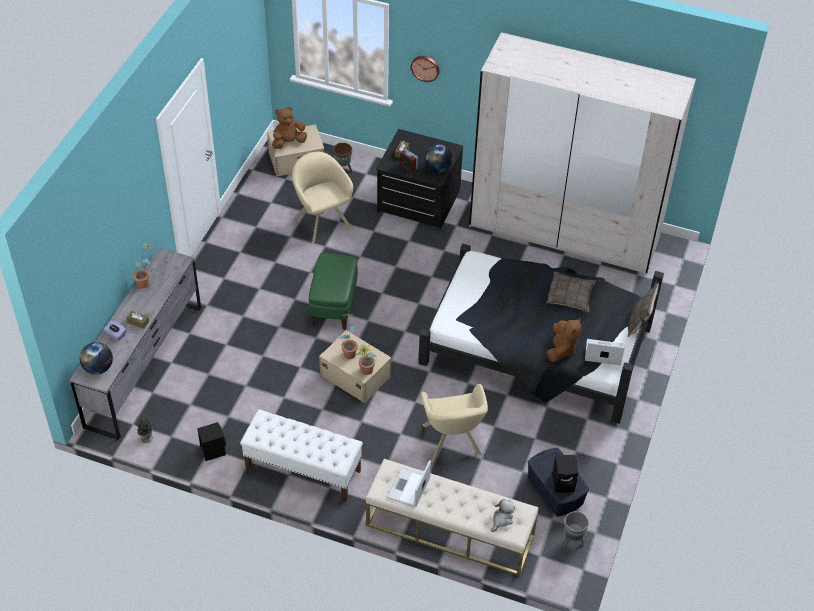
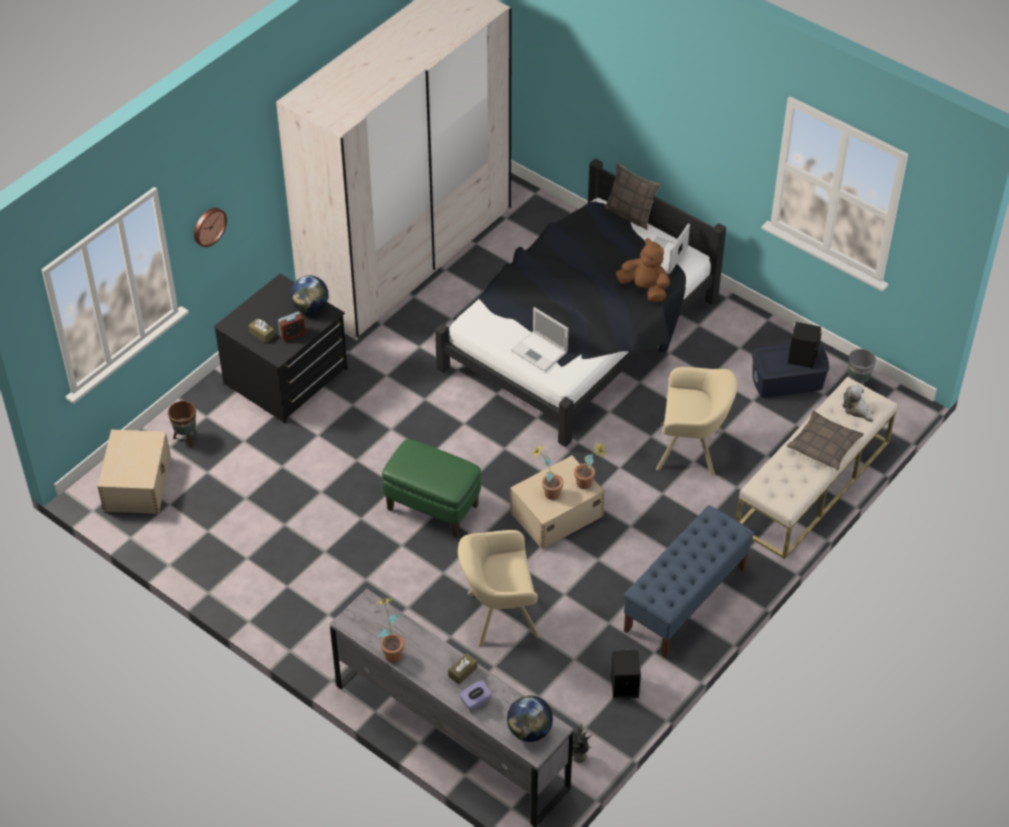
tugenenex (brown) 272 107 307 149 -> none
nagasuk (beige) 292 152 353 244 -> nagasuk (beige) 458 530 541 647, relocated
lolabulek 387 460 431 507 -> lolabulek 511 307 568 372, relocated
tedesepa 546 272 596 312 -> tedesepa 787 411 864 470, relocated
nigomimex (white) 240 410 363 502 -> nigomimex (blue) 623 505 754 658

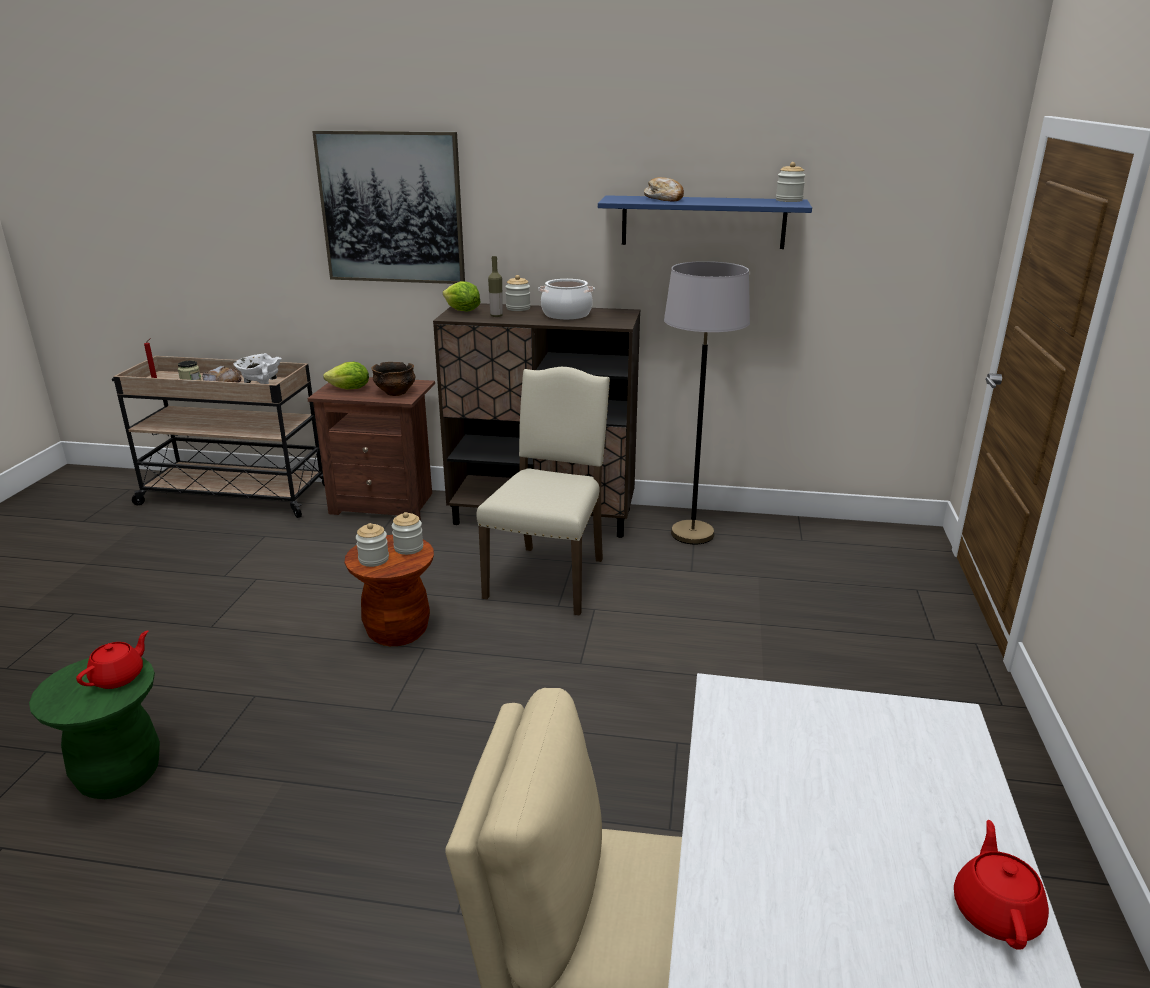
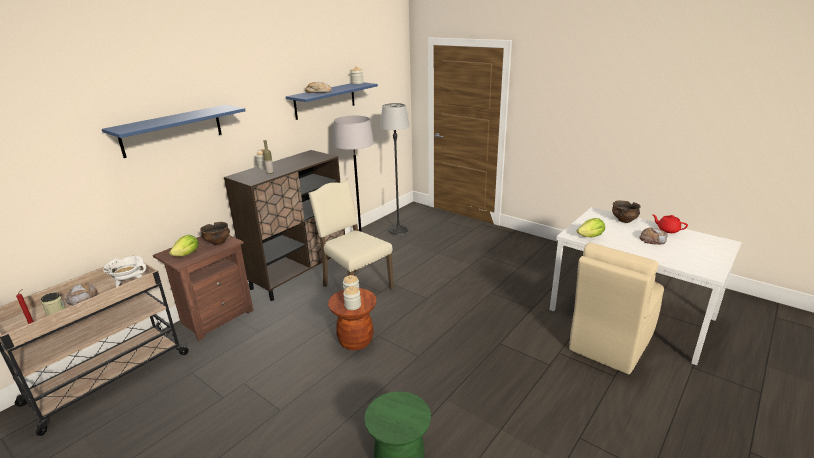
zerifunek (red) 76 630 148 689 -> none
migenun 539 279 595 320 -> none
none -> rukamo 380 103 409 235
none -> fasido 612 201 640 223
none -> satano 639 228 667 245
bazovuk 443 281 480 311 -> bazovuk 577 218 605 237, relocated
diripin 312 131 465 284 -> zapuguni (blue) 102 105 245 158

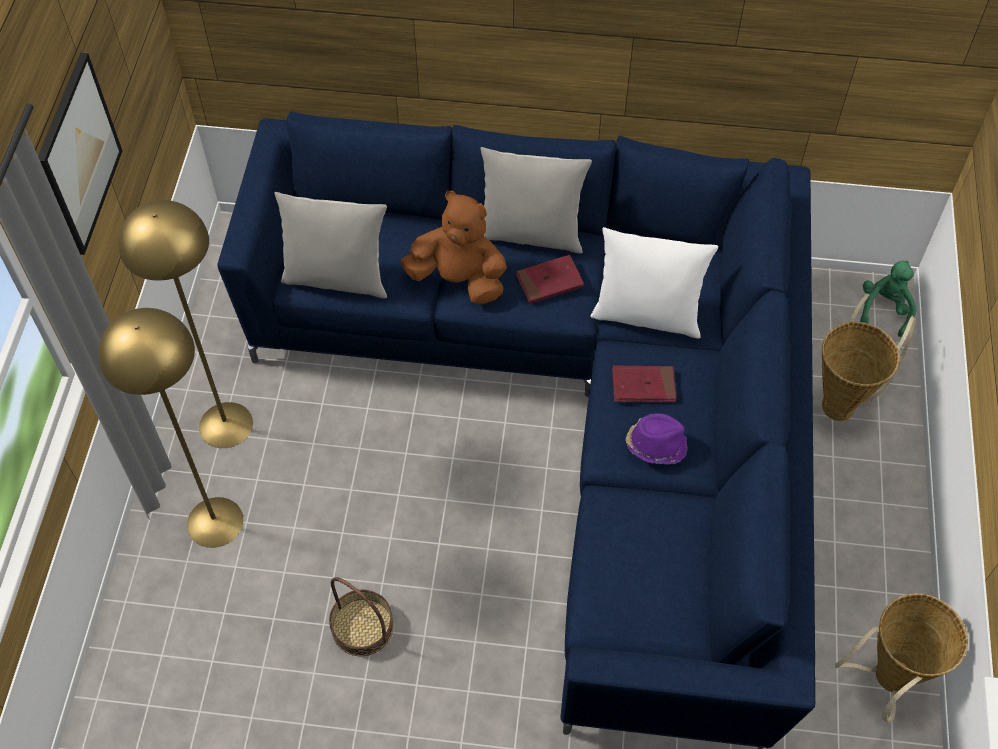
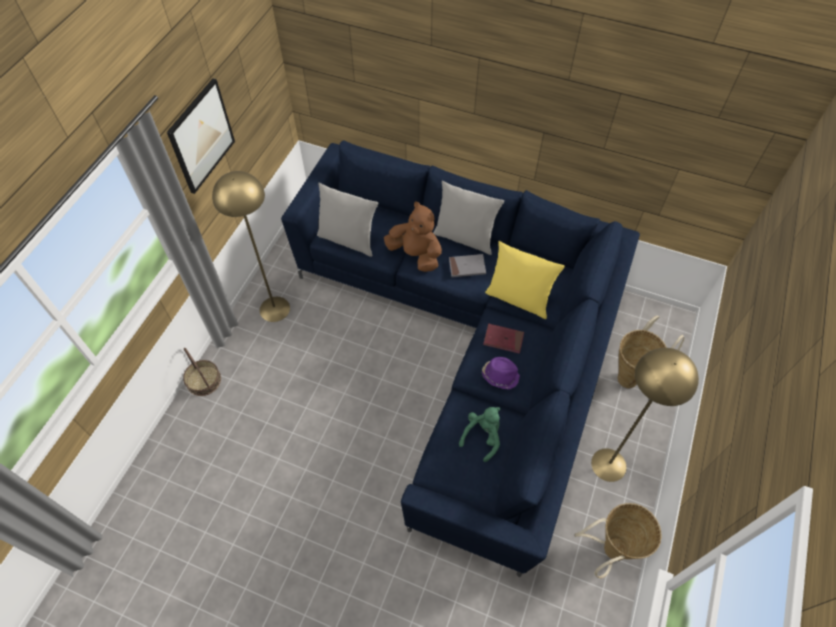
rukamo (yellow) 98 308 243 548 -> rukamo (yellow) 591 348 699 482, relocated
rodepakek 329 577 394 656 -> rodepakek 183 348 221 396, relocated
tugenenex (green) 860 260 916 337 -> tugenenex (green) 459 407 500 462, relocated
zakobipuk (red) 516 255 584 304 -> zakobipuk (grey) 449 254 486 277
tedesepa (white) 591 227 718 339 -> tedesepa (yellow) 485 241 565 319

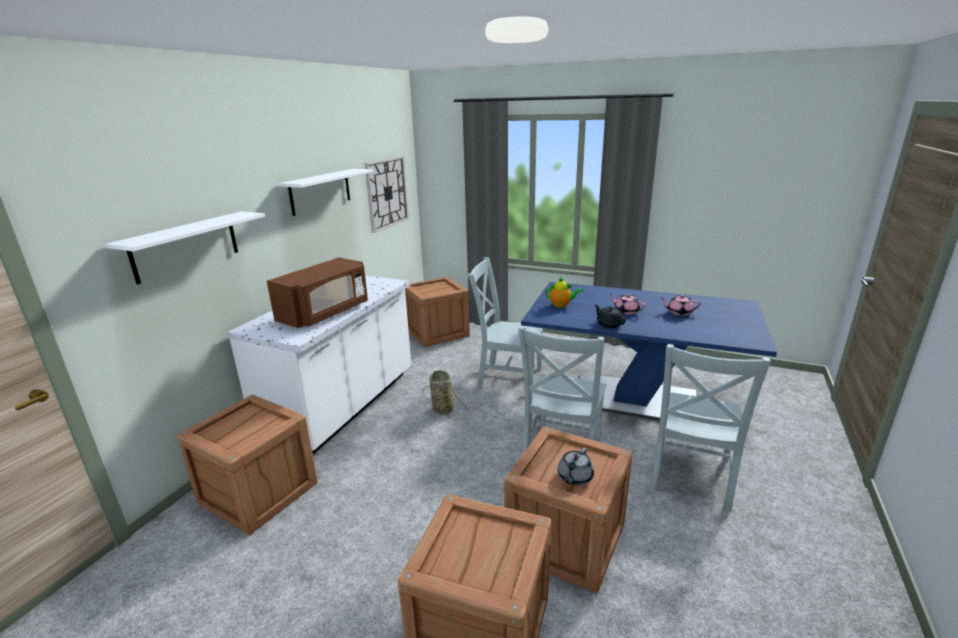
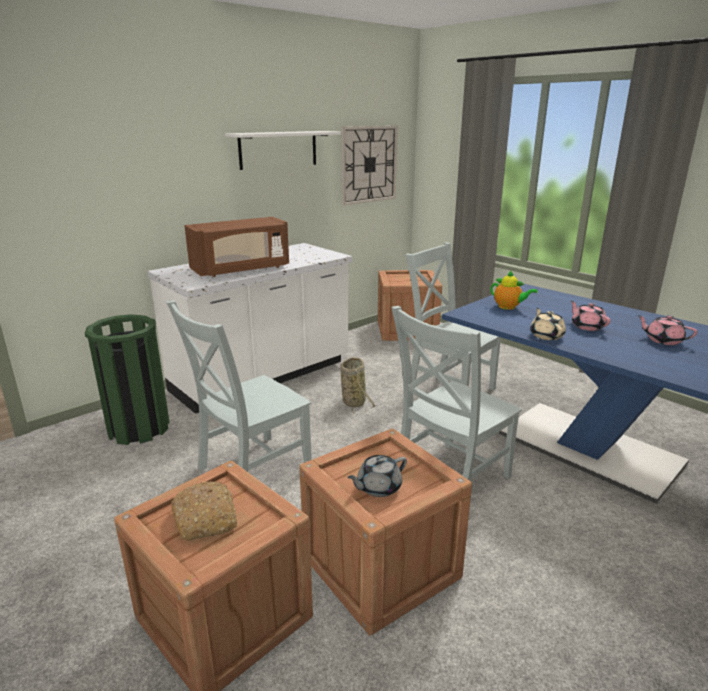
zapuguni (white) 106 211 265 284 -> none
none -> satano 171 482 237 541
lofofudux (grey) 651 344 771 510 -> lofofudux (grey) 166 300 312 472, relocated
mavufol 177 395 318 535 -> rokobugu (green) 85 314 170 445
zerifunek (black) 594 304 626 328 -> zerifunek (beige) 530 308 566 340

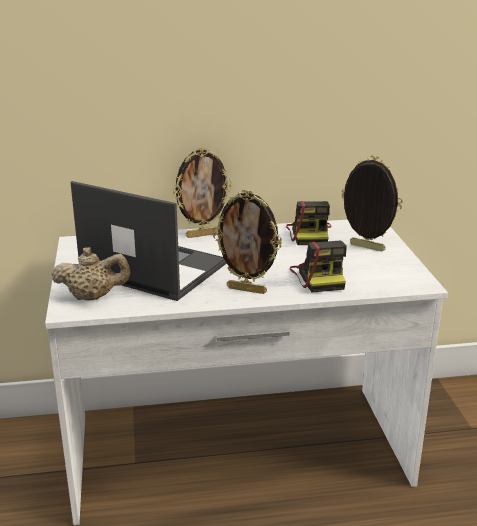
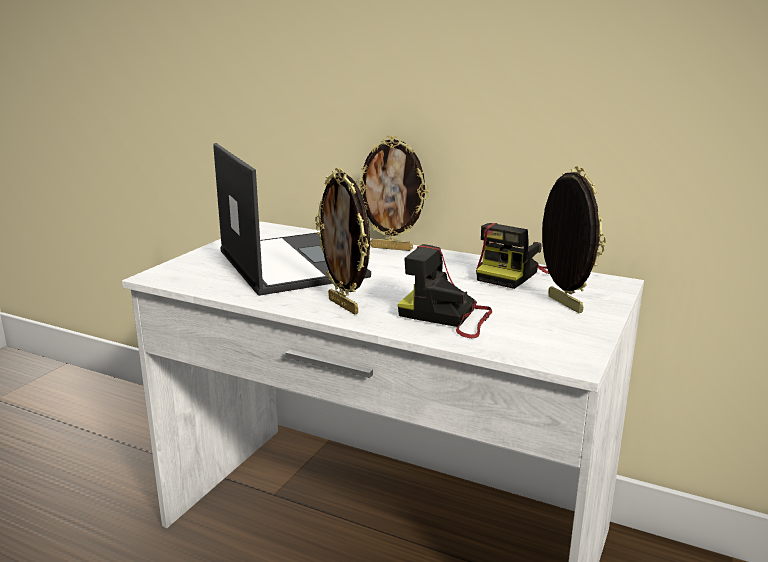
zerifunek (beige) 51 247 130 301 -> none
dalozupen 290 241 347 292 -> dalozupen 398 244 492 338, 90 degrees clockwise

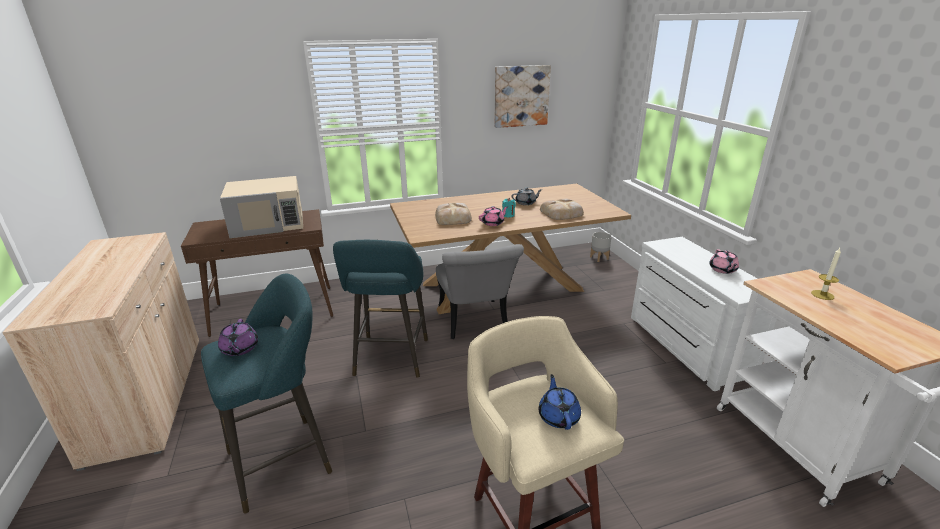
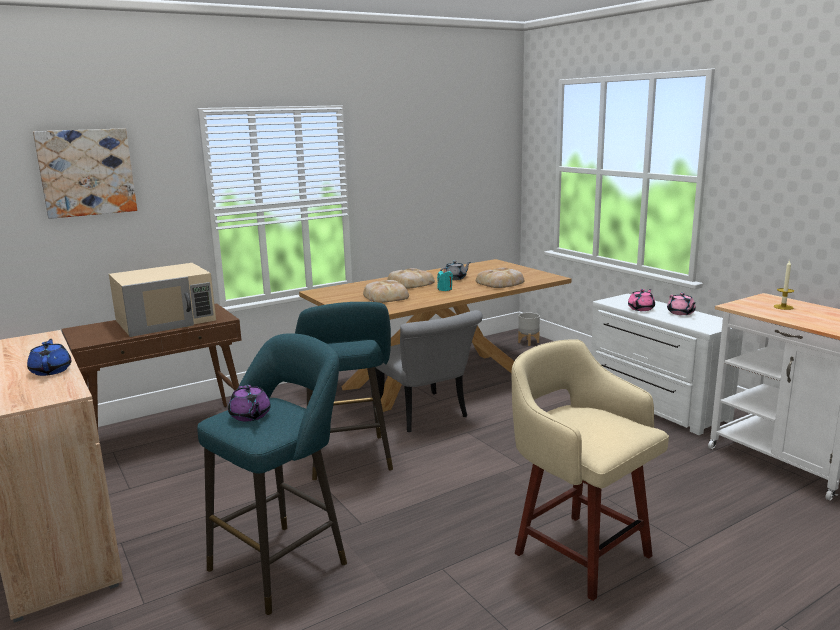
none -> satano 387 268 435 289
zerifunek (pink) 479 206 508 226 -> zerifunek (pink) 628 289 655 311, relocated
diripin 494 65 551 128 -> diripin 33 128 137 219, relocated
zerifunek (blue) 539 374 581 430 -> zerifunek (blue) 27 339 72 376, relocated

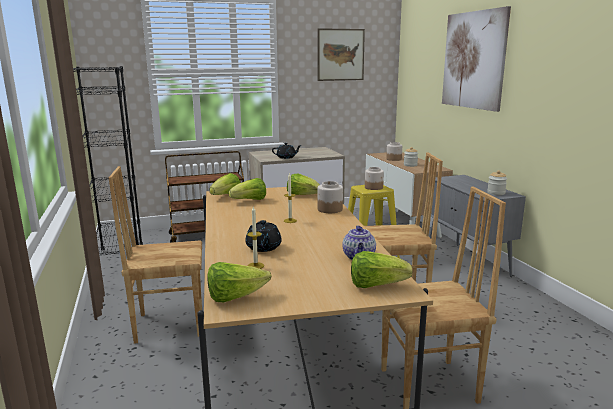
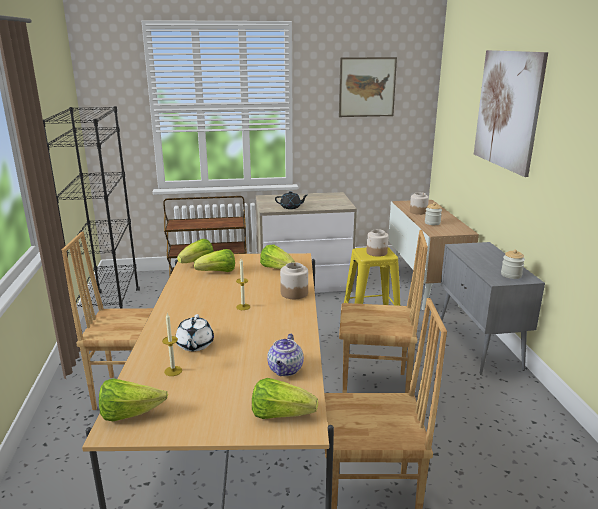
zerifunek (black) 245 220 282 252 -> zerifunek (white) 175 314 214 351

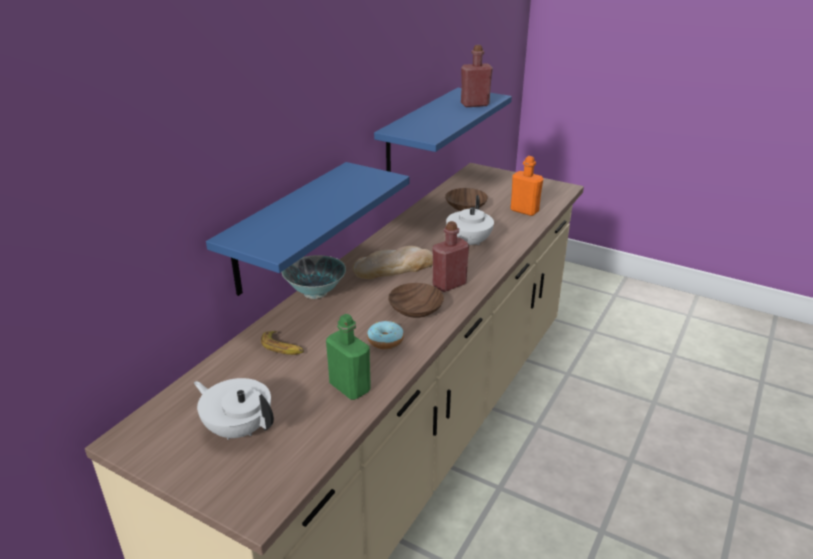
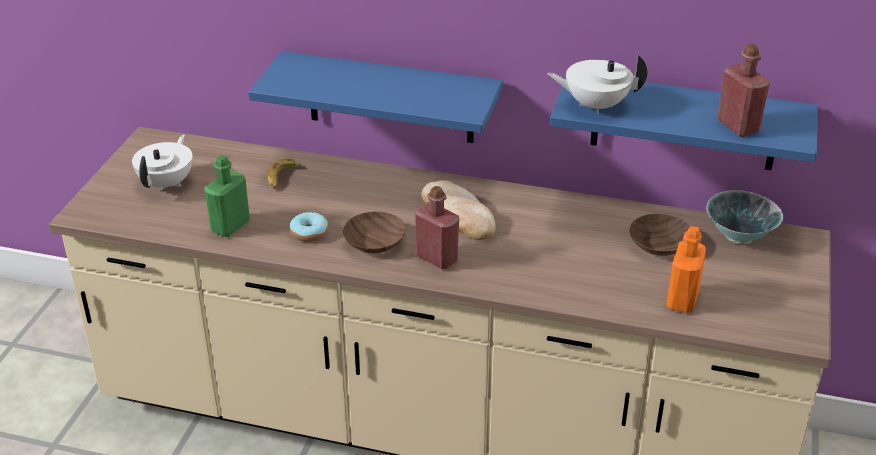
fasido 282 255 346 299 -> fasido 706 190 783 244, relocated
zerifunek (white) 446 195 494 245 -> zerifunek (white) 547 55 647 114, relocated

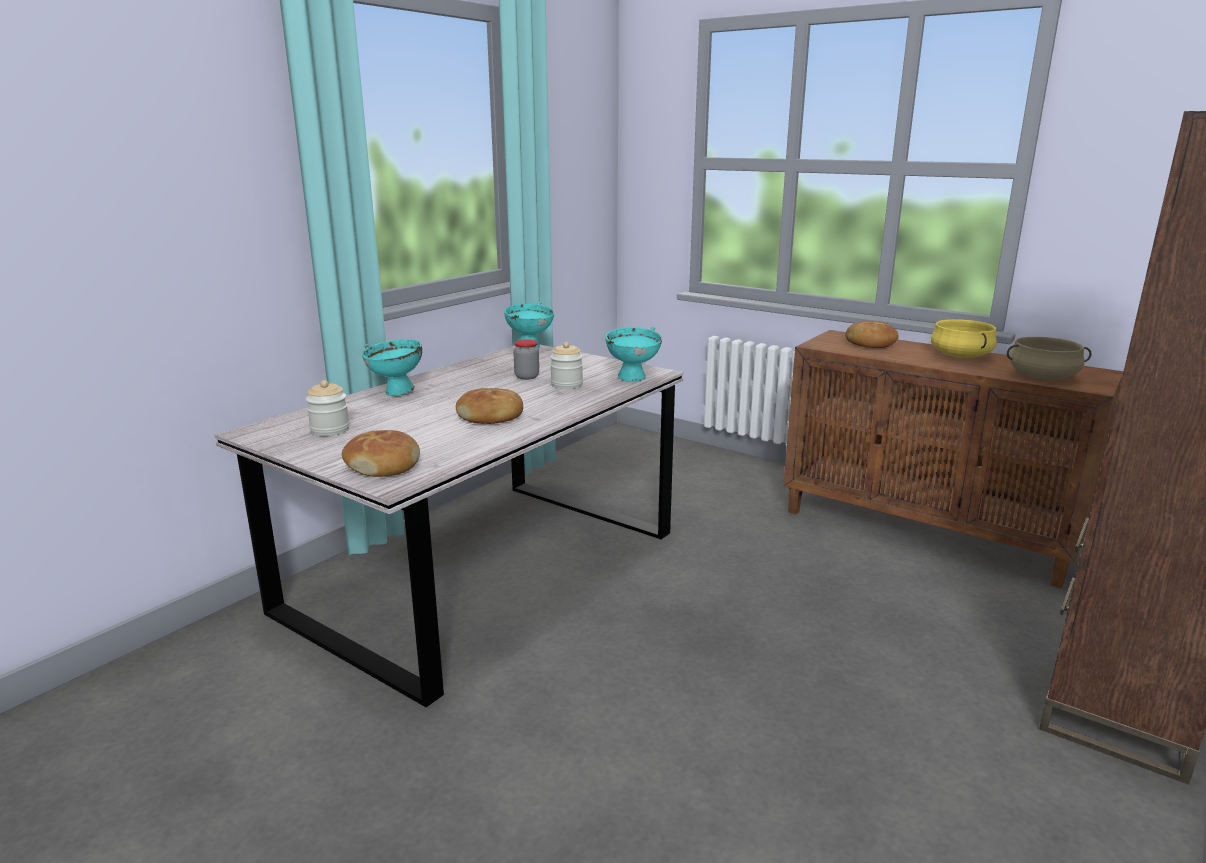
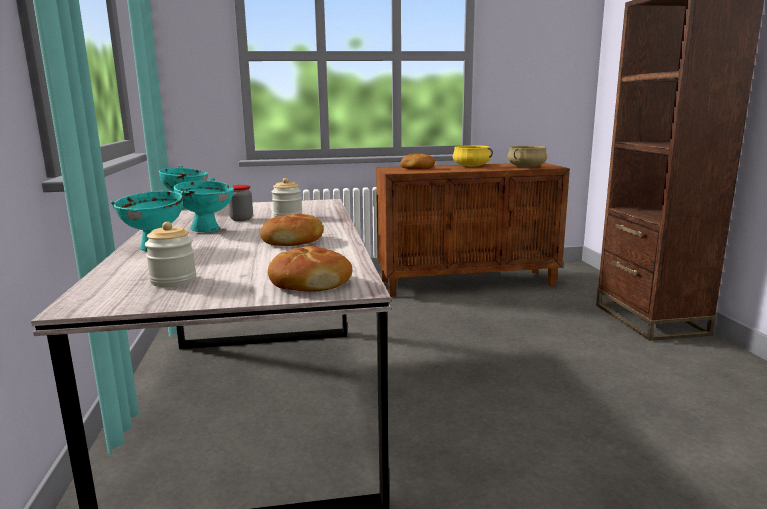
fasido (turquoise) 606 327 662 382 -> fasido (turquoise) 174 178 234 232, relocated

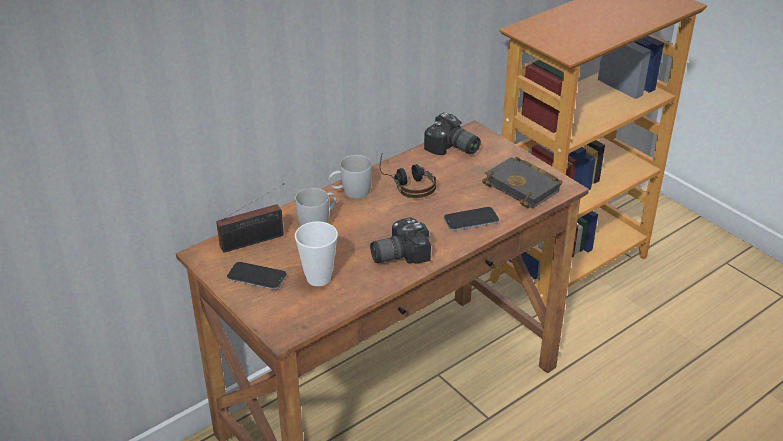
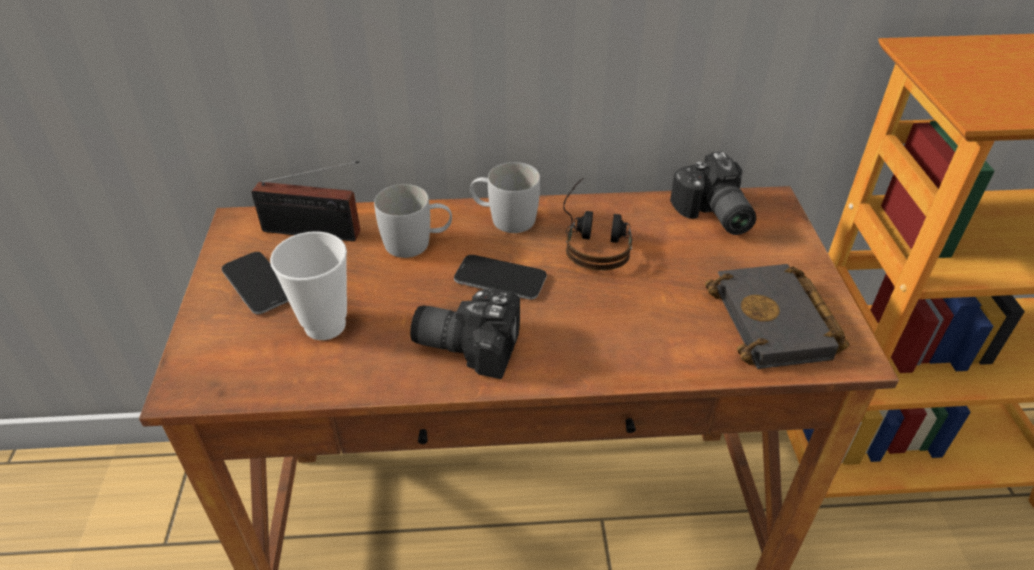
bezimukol 444 207 499 231 -> bezimukol 454 255 547 300, relocated

